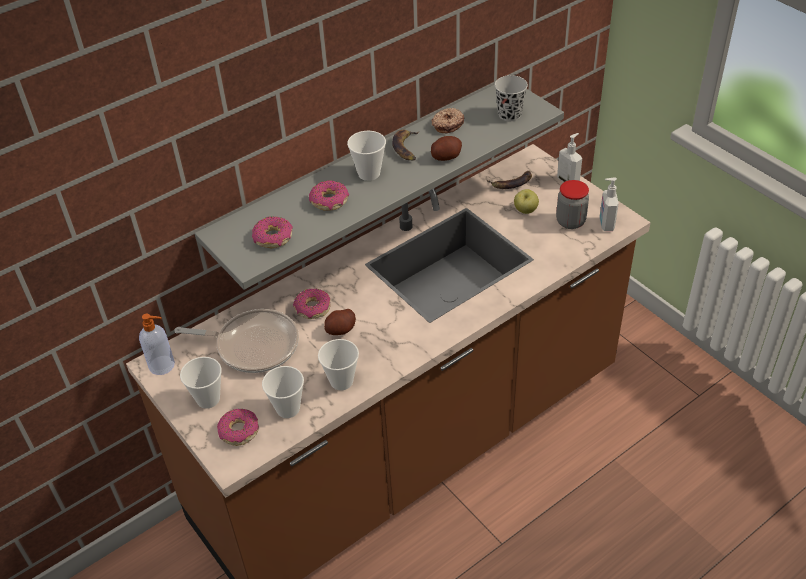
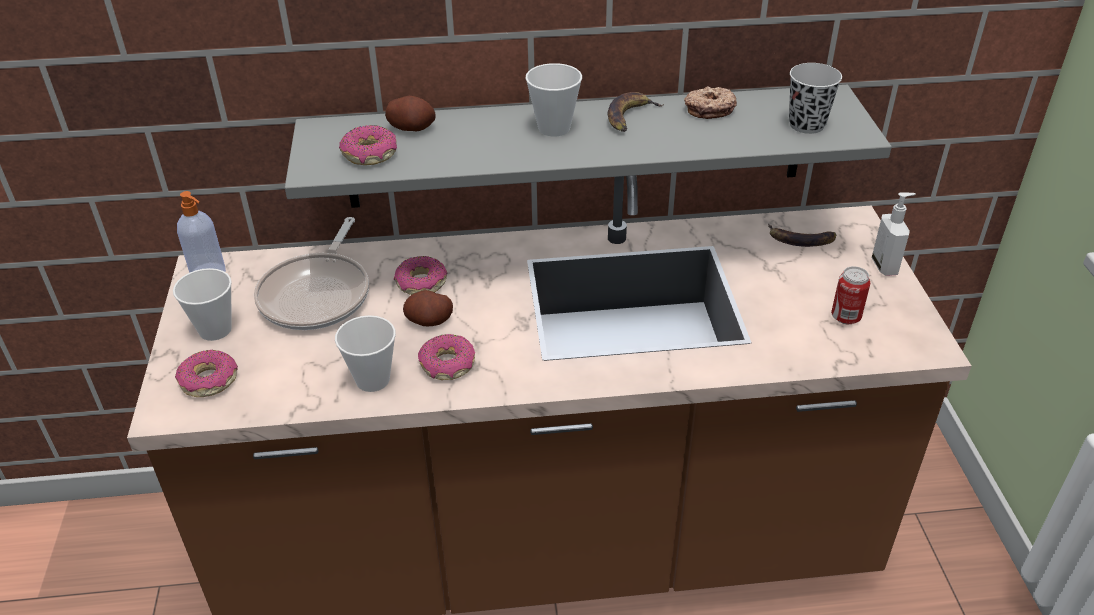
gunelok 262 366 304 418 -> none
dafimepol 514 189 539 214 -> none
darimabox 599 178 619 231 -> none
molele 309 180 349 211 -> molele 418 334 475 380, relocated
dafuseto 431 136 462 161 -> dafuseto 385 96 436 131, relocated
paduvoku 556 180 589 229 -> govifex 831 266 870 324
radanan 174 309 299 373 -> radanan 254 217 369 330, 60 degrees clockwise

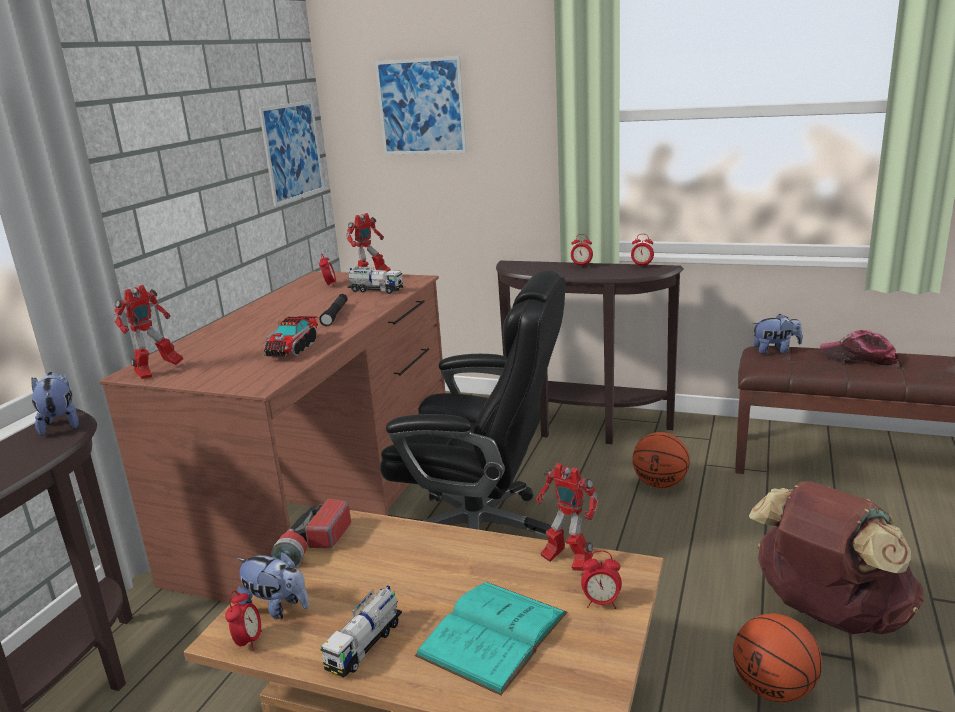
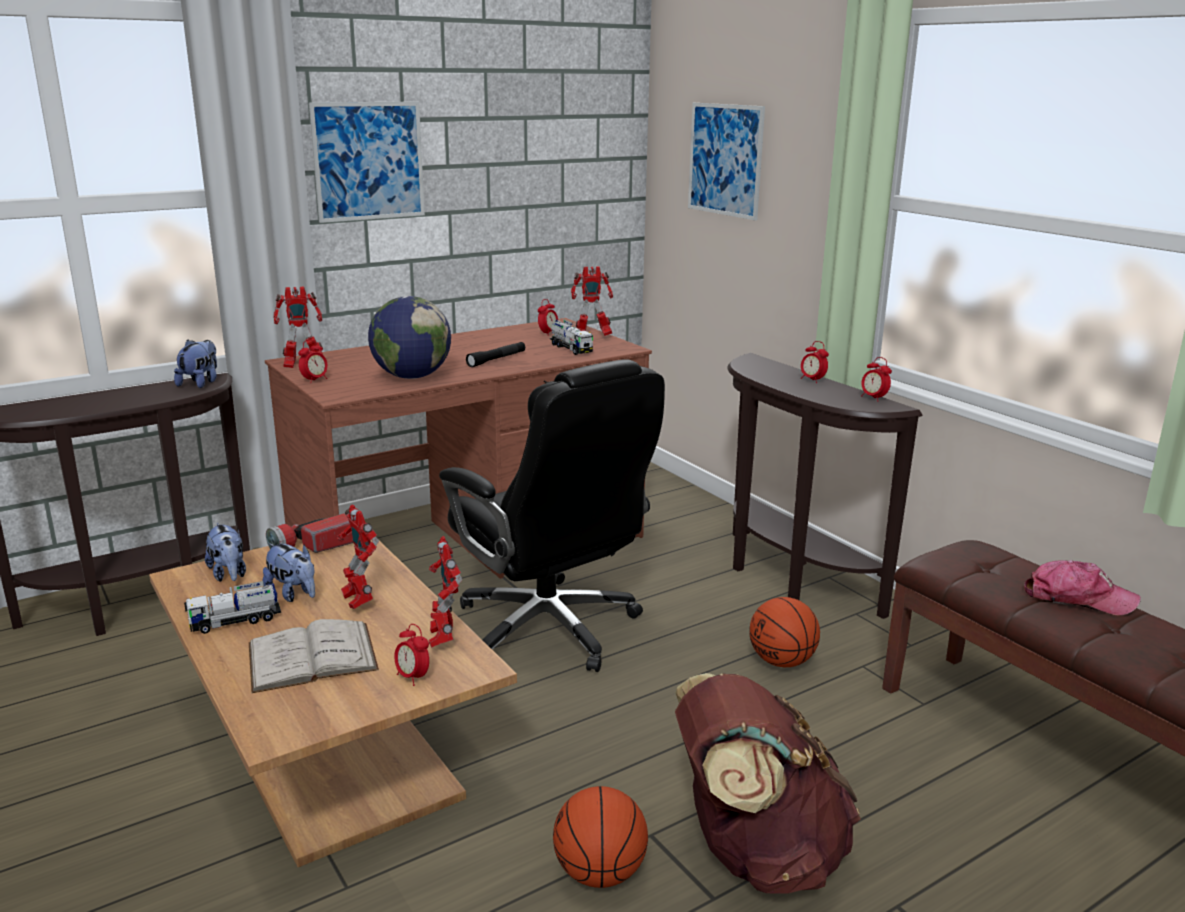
none -> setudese 337 504 379 609
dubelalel 225 590 262 651 -> dubelalel 298 339 328 383, relocated
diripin 259 100 324 206 -> diripin 309 101 425 223, relocated
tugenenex 752 314 802 354 -> tugenenex 263 543 315 602, relocated
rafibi 264 316 318 357 -> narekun 368 296 451 379
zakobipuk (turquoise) 415 582 567 696 -> zakobipuk (white) 249 619 379 693
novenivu 820 330 899 365 -> novenivu 1024 560 1141 616, 135 degrees clockwise

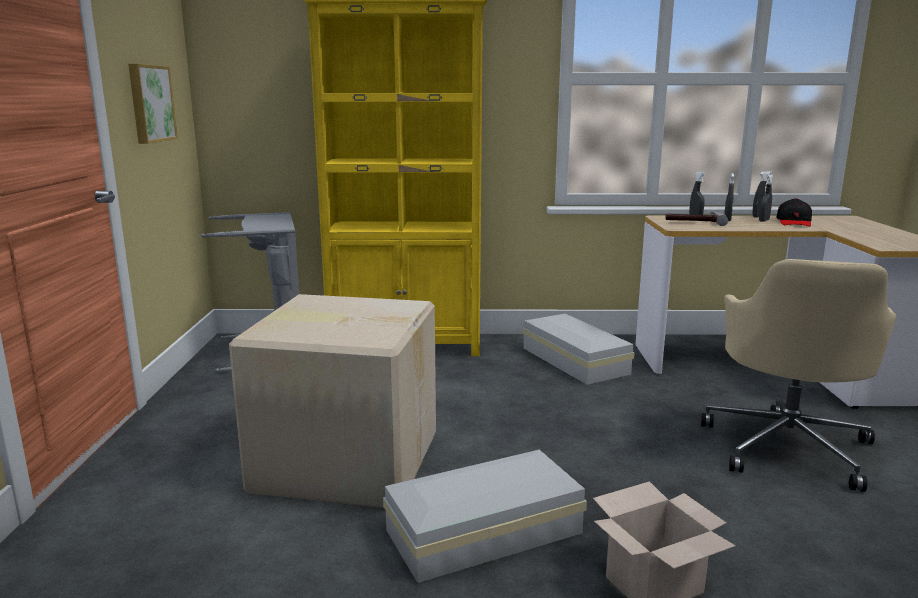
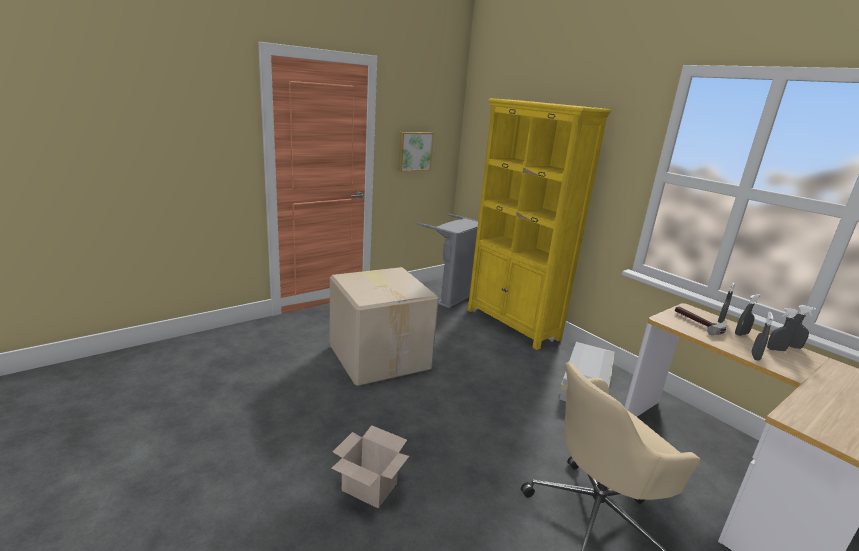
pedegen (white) 383 450 587 583 -> none
novenivu (black) 776 198 812 227 -> none
none -> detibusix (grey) 751 312 773 361

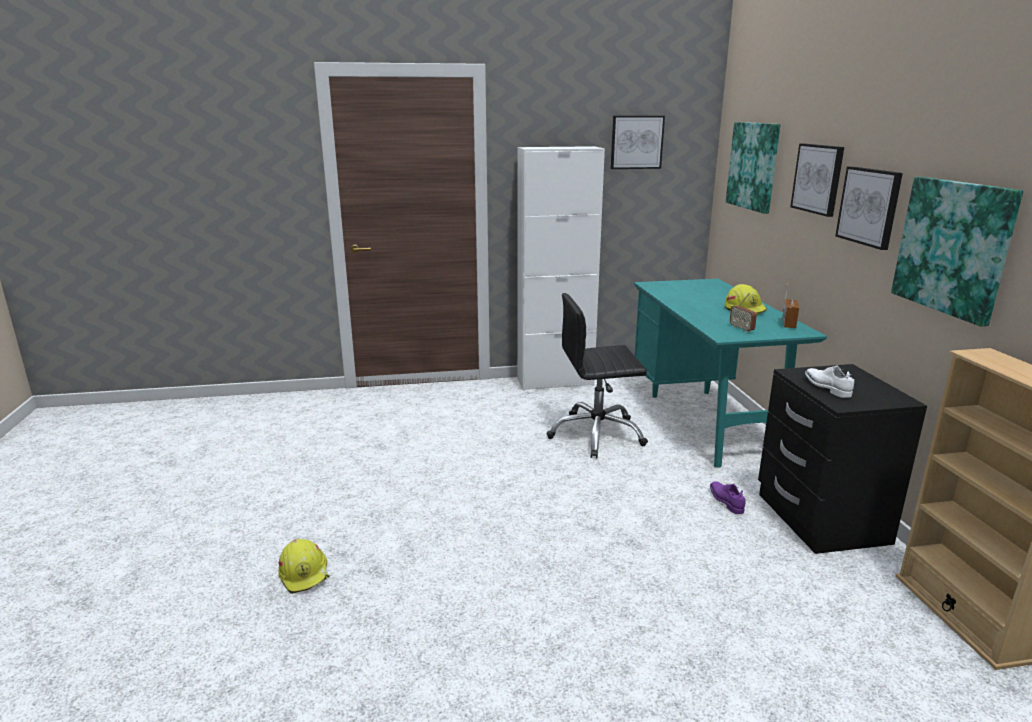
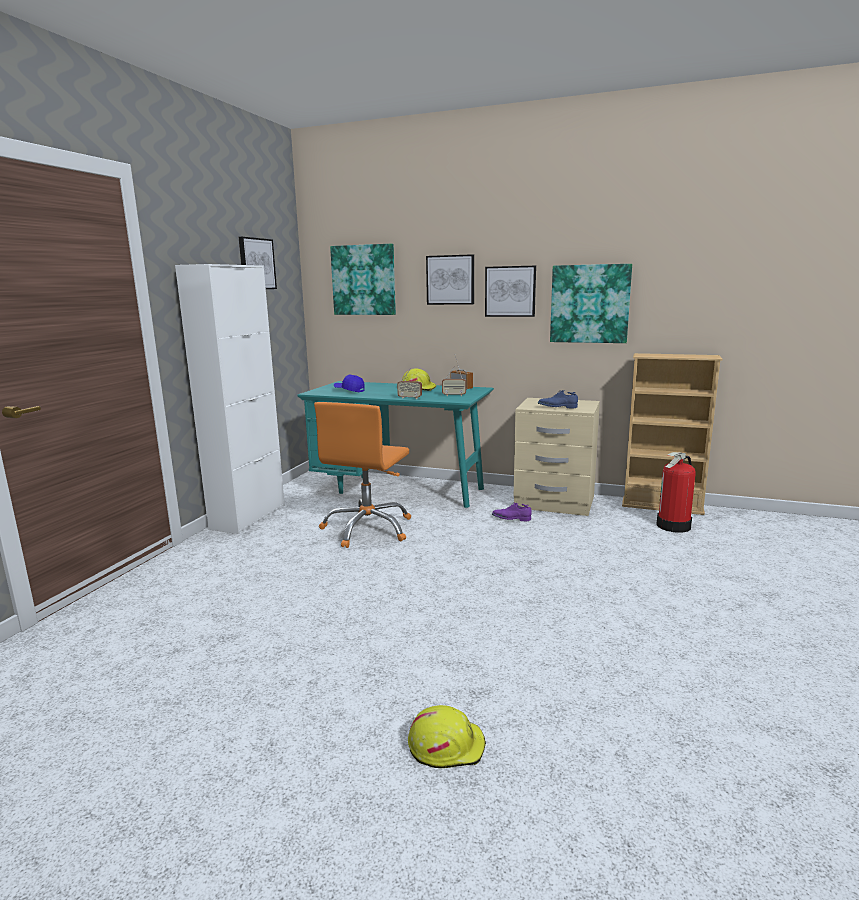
none -> novenivu (blue) 334 374 365 393
none -> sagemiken 397 368 422 399
none -> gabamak 656 452 696 533
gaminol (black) 546 293 648 458 -> gaminol (orange) 314 402 411 548
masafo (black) 758 364 927 554 -> masafo (beige) 514 398 600 516
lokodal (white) 805 366 854 398 -> lokodal (blue) 538 390 578 408

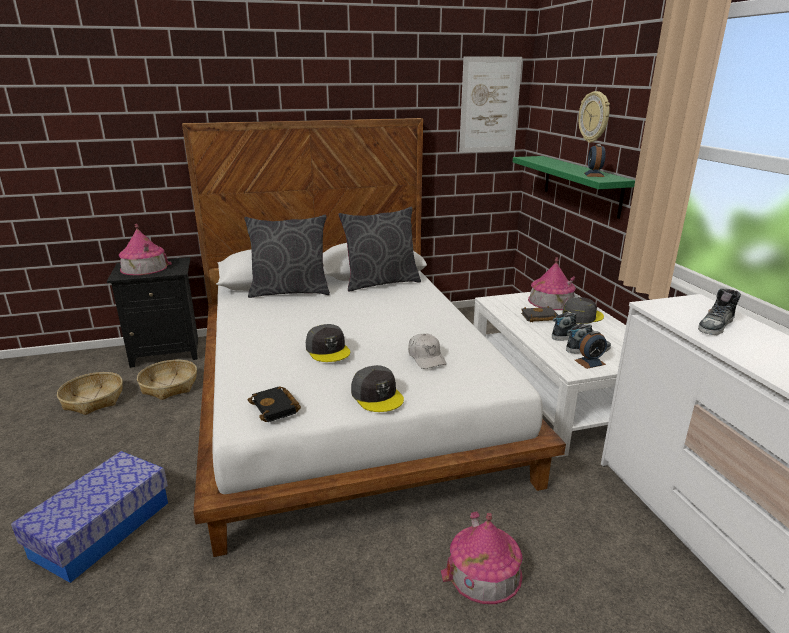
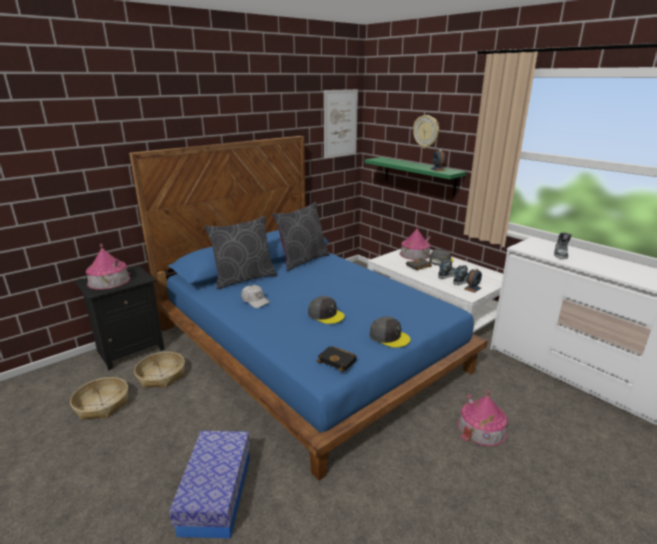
novenivu (white) 408 334 446 369 -> novenivu (white) 241 285 270 308, relocated
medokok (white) 182 118 566 557 -> medokok (blue) 129 136 488 481

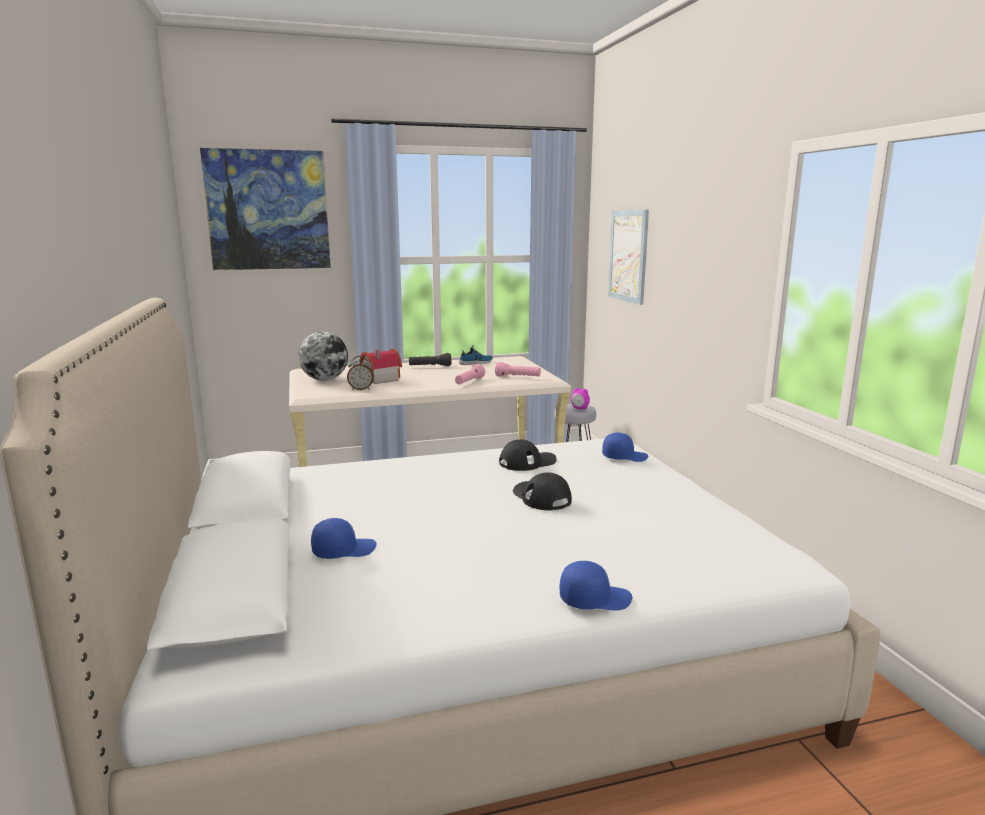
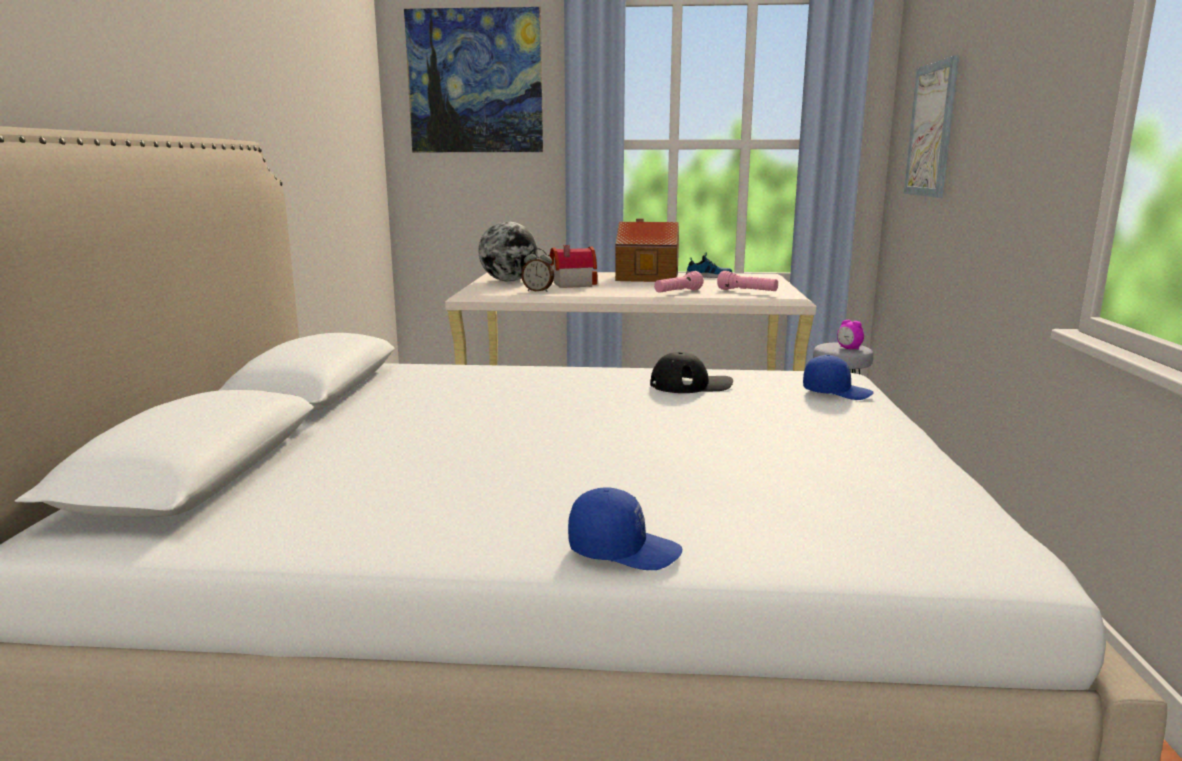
novenivu (blue) 311 518 377 559 -> none
novenivu (black) 513 473 572 510 -> none
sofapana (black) 409 353 451 366 -> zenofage 615 218 679 282

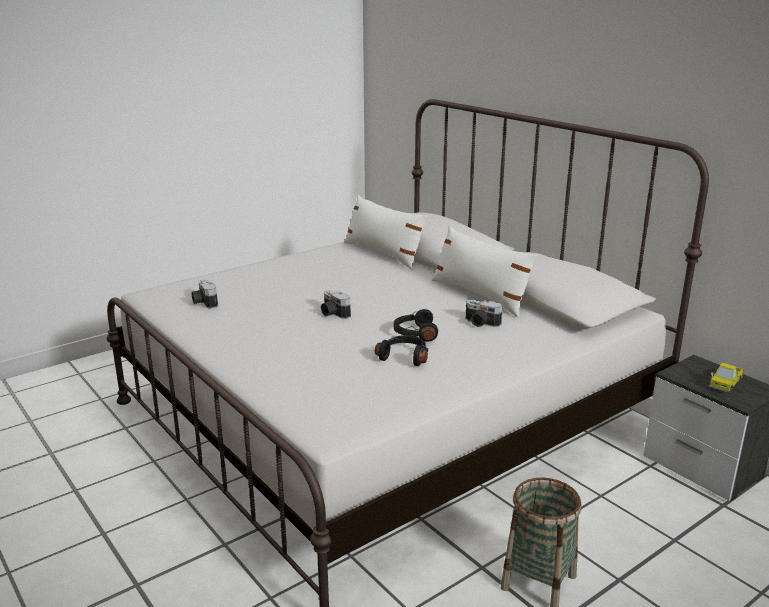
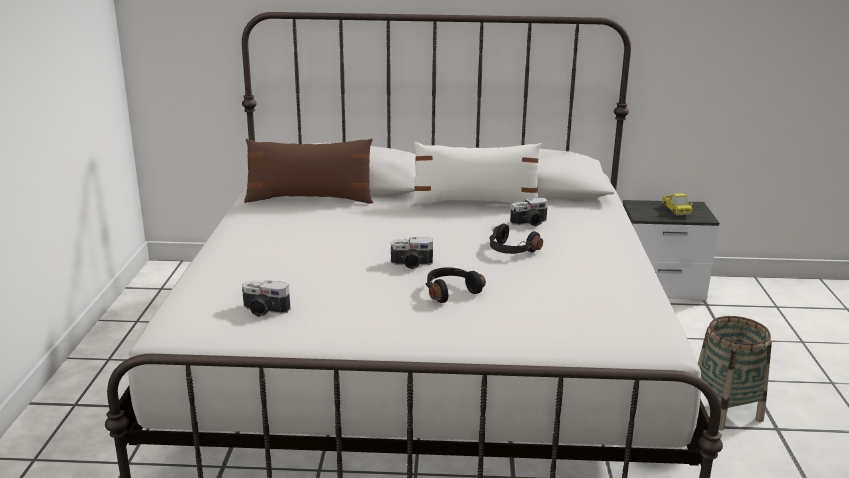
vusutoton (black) 375 335 428 366 -> vusutoton (black) 426 267 486 303, relocated
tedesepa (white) 344 195 428 270 -> tedesepa (brown) 244 139 373 203

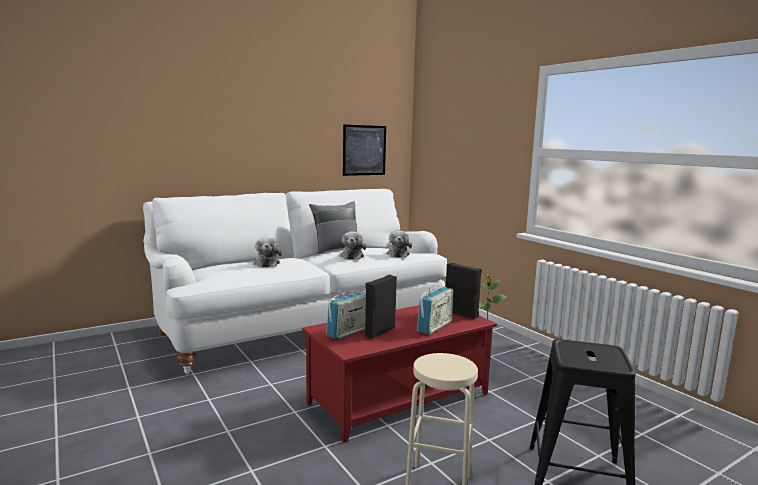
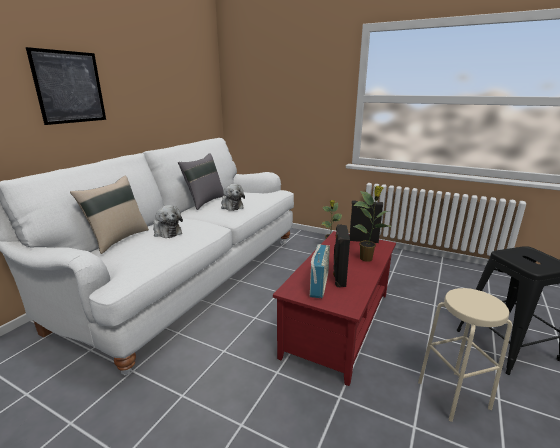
tugenenex 386 231 412 258 -> none
none -> tedesepa (beige) 70 176 149 254
diripin 343 125 386 176 -> diripin 26 47 106 125, relocated
sagemiken 417 287 453 335 -> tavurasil 353 186 391 262

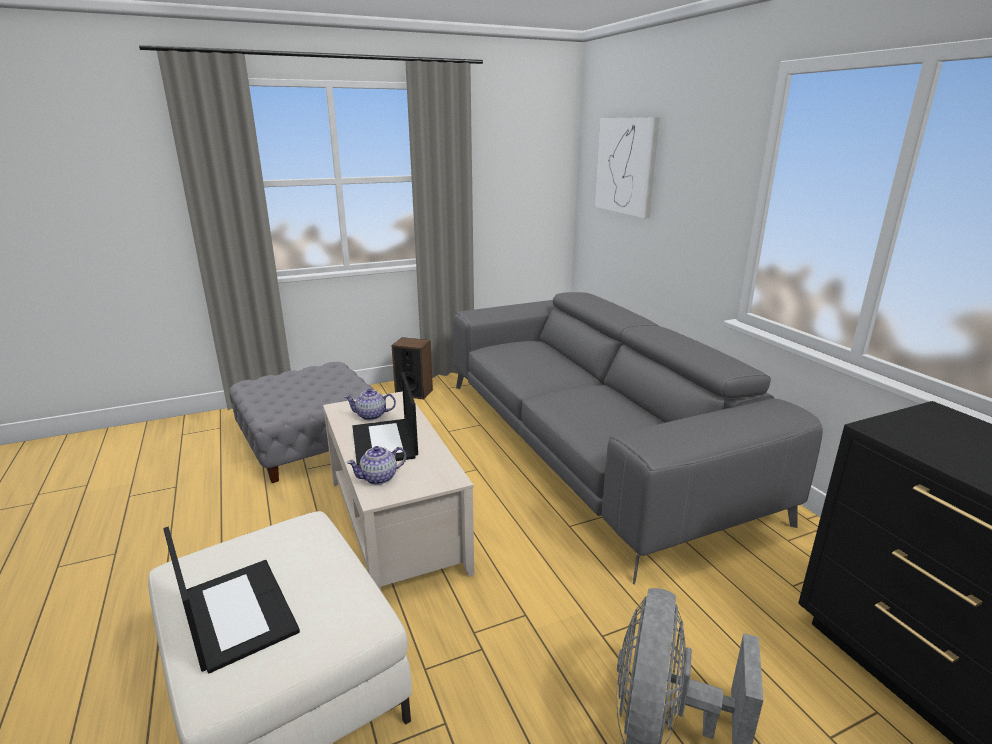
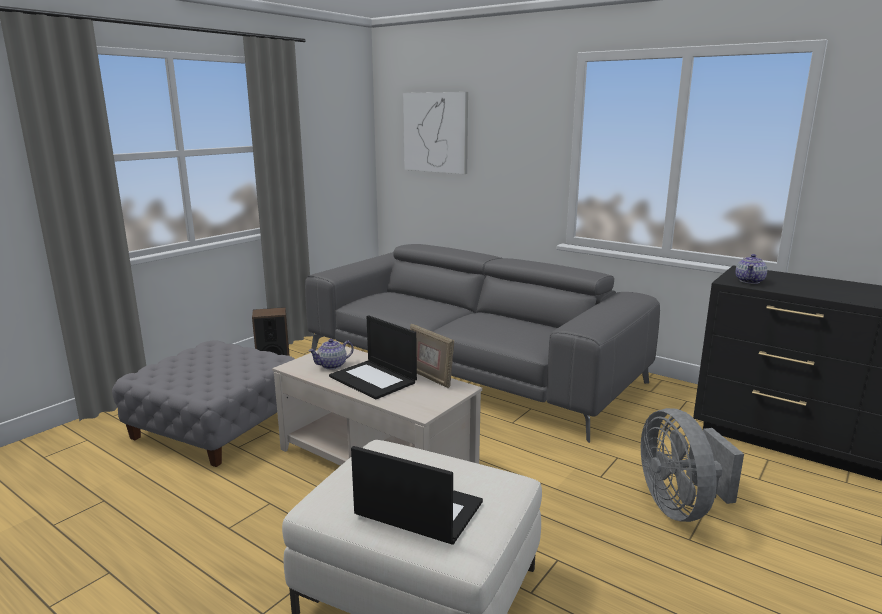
none -> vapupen 410 324 454 388
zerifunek 347 446 406 485 -> zerifunek 736 254 767 284, relocated

